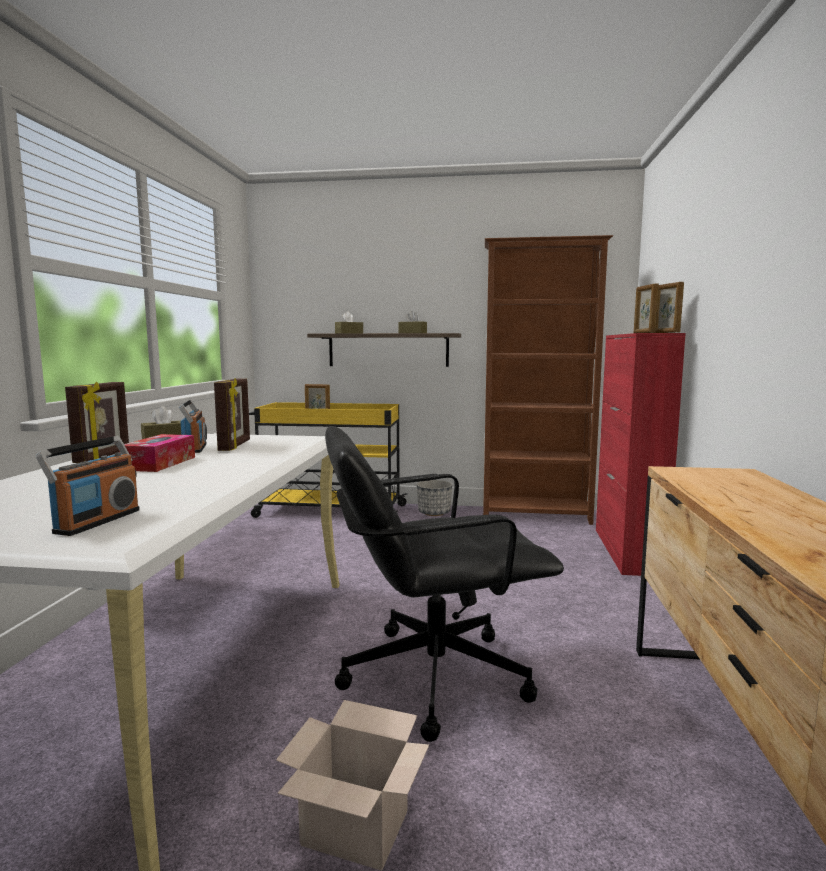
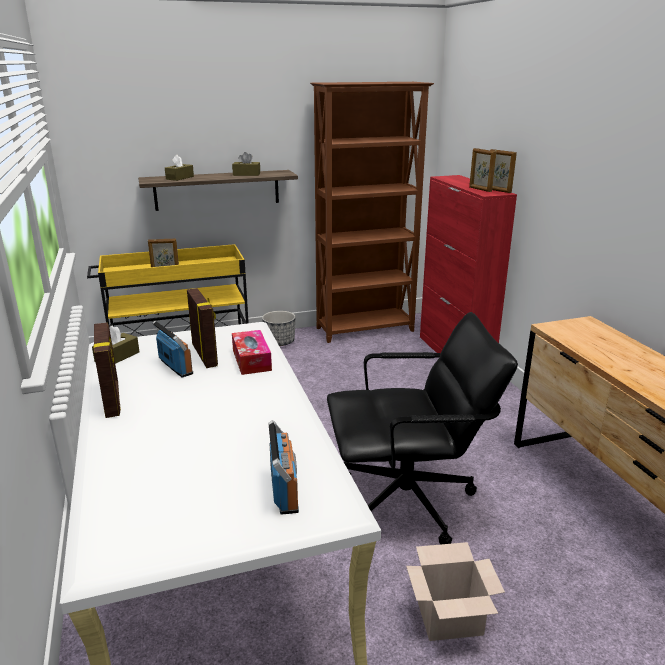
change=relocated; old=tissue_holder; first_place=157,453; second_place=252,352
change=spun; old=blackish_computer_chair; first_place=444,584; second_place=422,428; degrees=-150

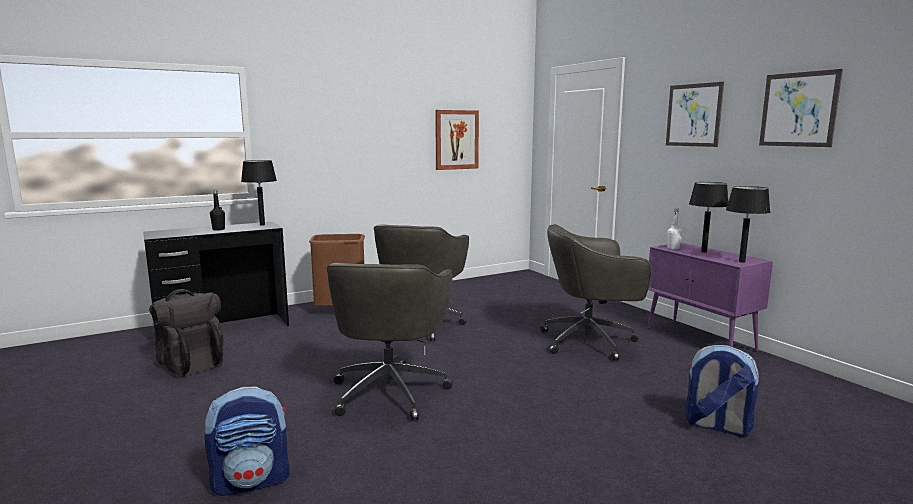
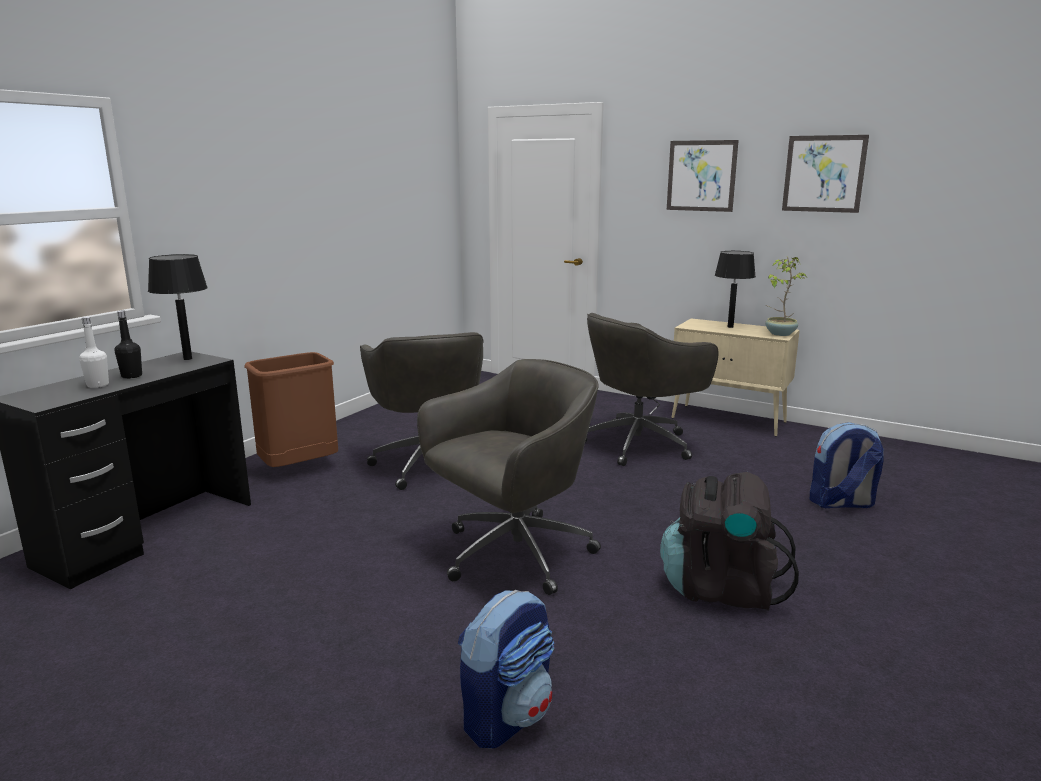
change=relocated; old=blackish_rucksack; first_place=186,333; second_place=729,541
change=spun; old=greyish_computer_chair; first_place=390,342; second_place=509,477; degrees=-105
change=missing; old=picture; first_place=457,140
change=colour; old=purplish_storage_cabinet; new=beige-coloured_storage_cabinet; first_place=710,297; second_place=736,377
change=relocated; old=white-coloured_drink_bottle; first_place=674,228; second_place=94,352
change=exchanged; old=blackish_lamp_for_a_table; new=plant_in_a_pot; first_place=748,224; second_place=786,296

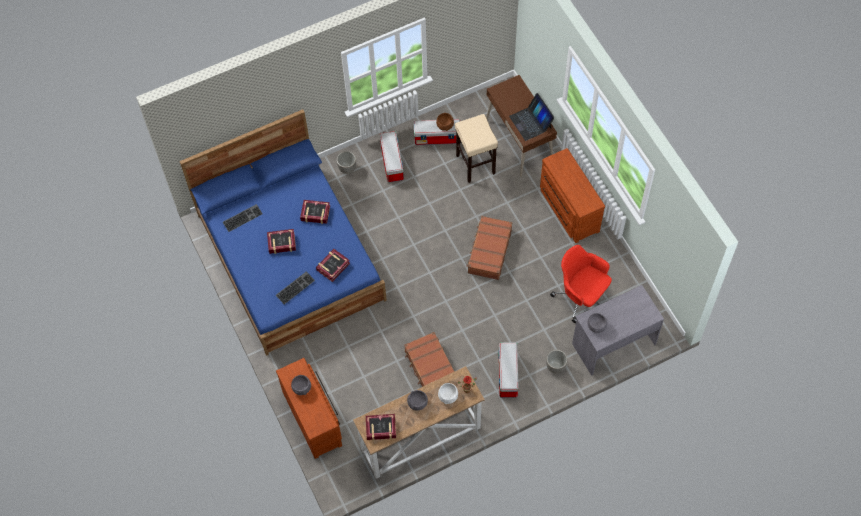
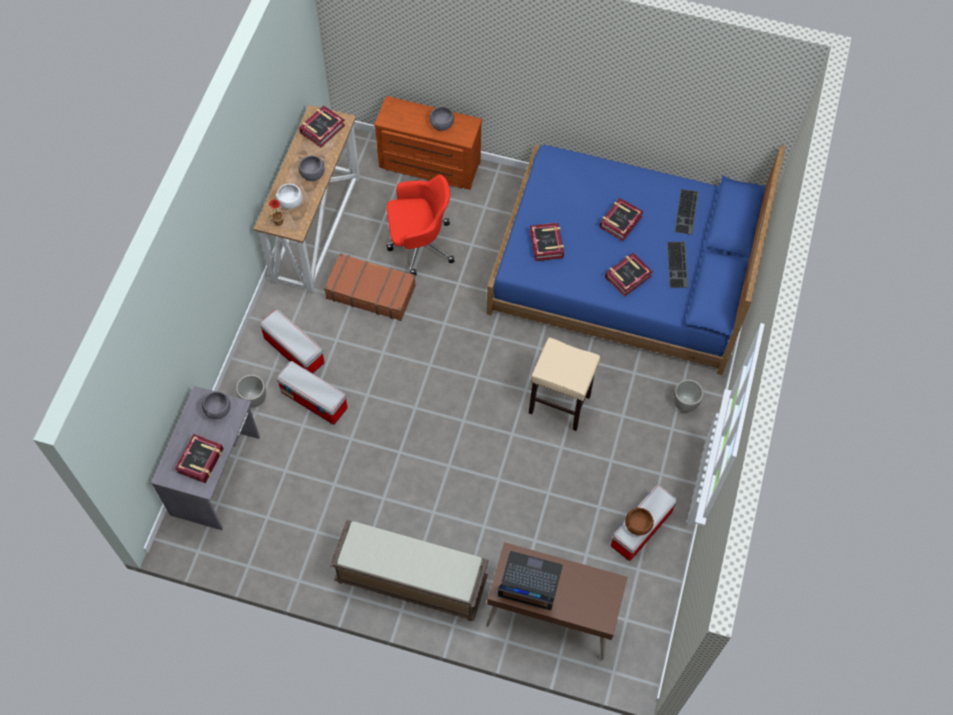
change=relocated; old=PC_keyboard; first_place=295,287; second_place=677,265
change=relocated; old=storage_container; first_place=392,157; second_place=312,393
change=relocated; old=beige-coloured_stool_seat; first_place=476,148; second_place=564,384
change=missing; old=brownish_travel_case; first_place=489,248
change=exchanged; old=brownish_drawer_chest; new=brownish_long_seat; first_place=572,195; second_place=409,570
change=relocated; old=red_computer_chair; first_place=581,284; second_place=420,225
change=appeared; new=volume; second_place=199,458

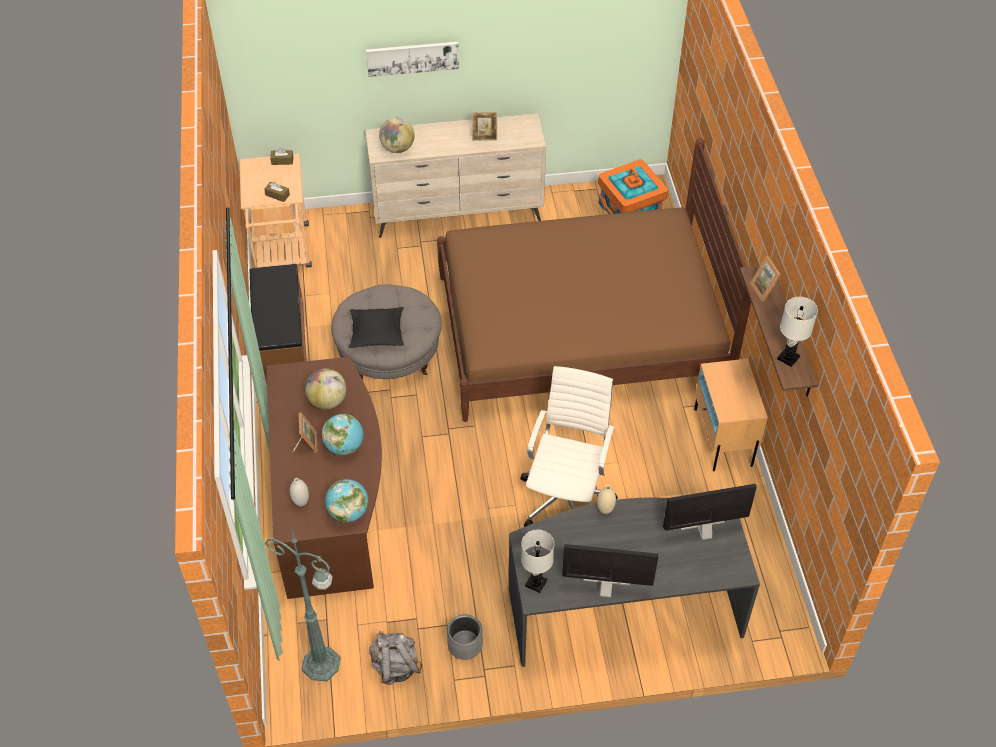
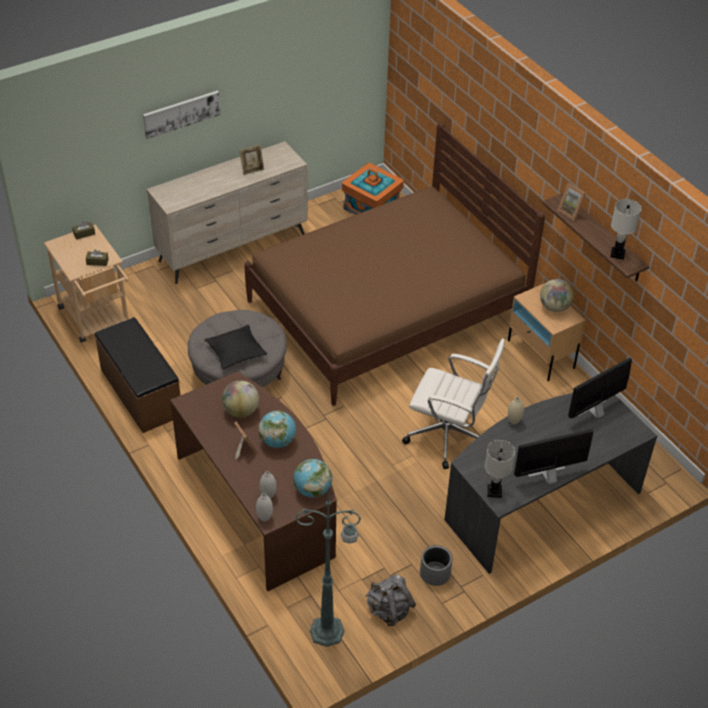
change=relocated; old=globe; first_place=397,135; second_place=557,295
change=spun; old=white-coloured_computer_chair; first_place=569,446; second_place=453,403; degrees=120
change=appeared; new=white-coloured_decorative_vase; second_place=264,508

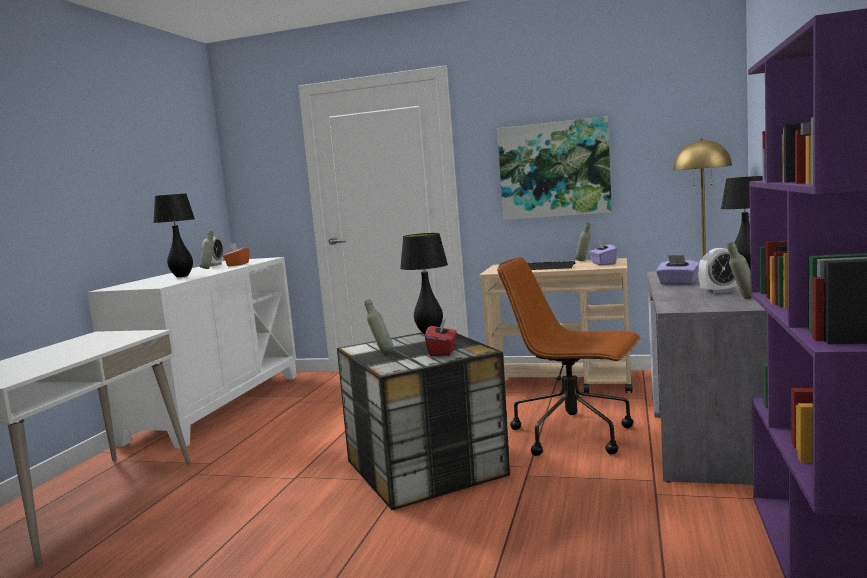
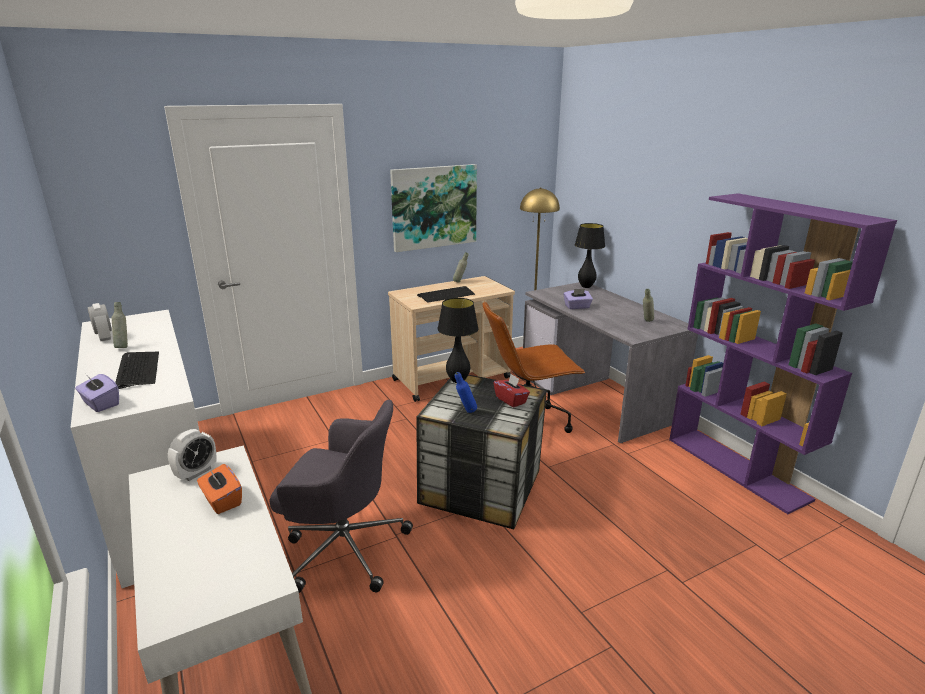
change=exchanged; old=blackish_lamp_for_a_table; new=PC_keyboard; first_place=174,235; second_place=137,370
change=relocated; old=orangey_tissue_holder; first_place=236,254; second_place=219,489
change=colour; old=greyish_drink_bottle; new=bluish_drink_bottle; first_place=379,326; second_place=466,392
change=relocated; old=purplish_tissue_holder; first_place=603,253; second_place=97,393
change=relocated; old=bedside_clock; first_place=718,271; second_place=192,455
change=appeared; new=greyish_computer_chair; second_place=341,496

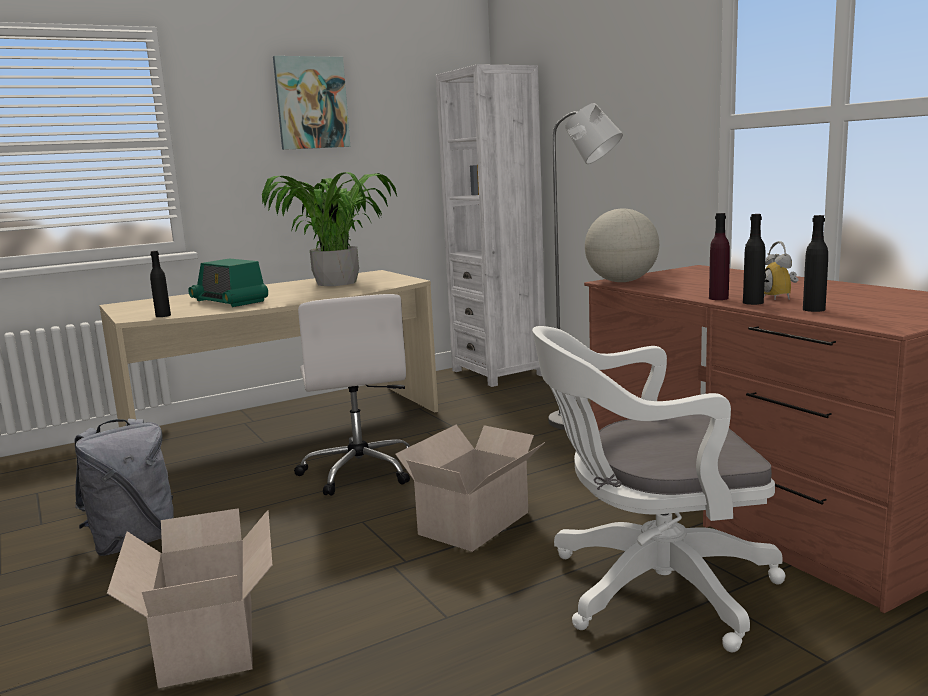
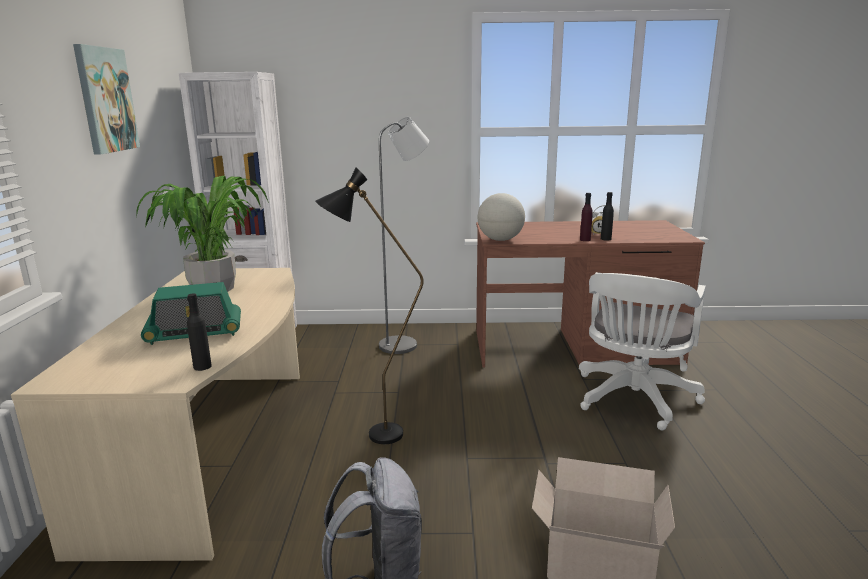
change=exchanged; old=white-coloured_computer_chair; new=blackish_standing_lamp; first_place=352,395; second_place=369,306
change=missing; old=cardboard_box; first_place=470,488
change=missing; old=blackish_drink_bottle; first_place=815,263

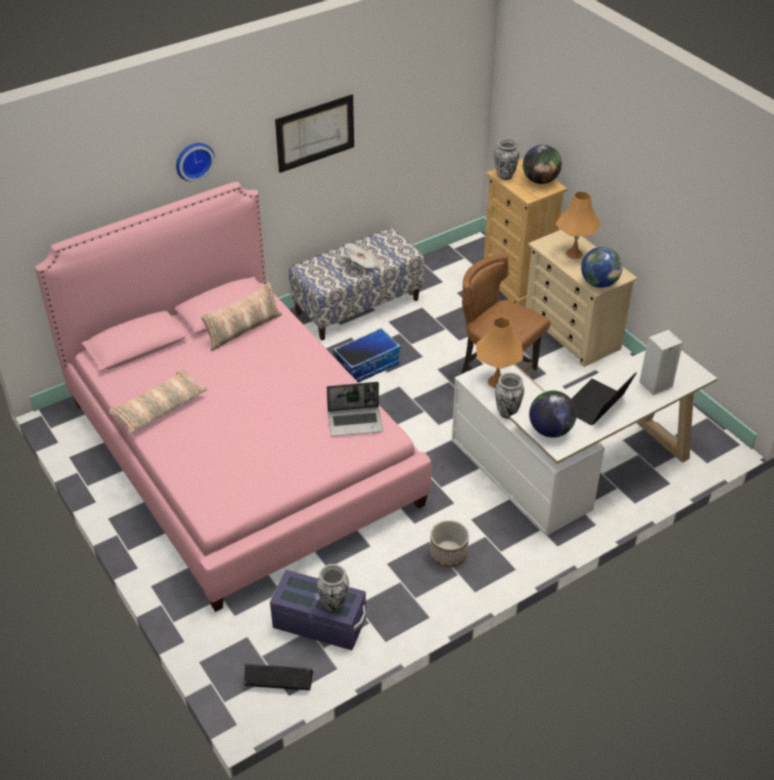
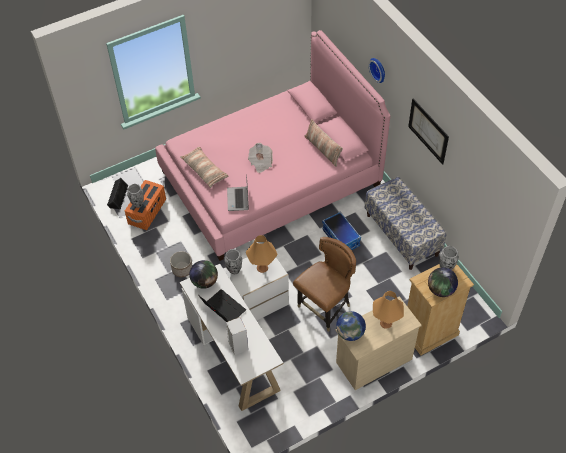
change=relocated; old=cushion; first_place=158,402; second_place=204,167
change=colour; old=purplish_storage_container; new=orangey_storage_container; first_place=318,610; second_place=145,205
change=relocated; old=newspaper; first_place=363,256; second_place=260,158

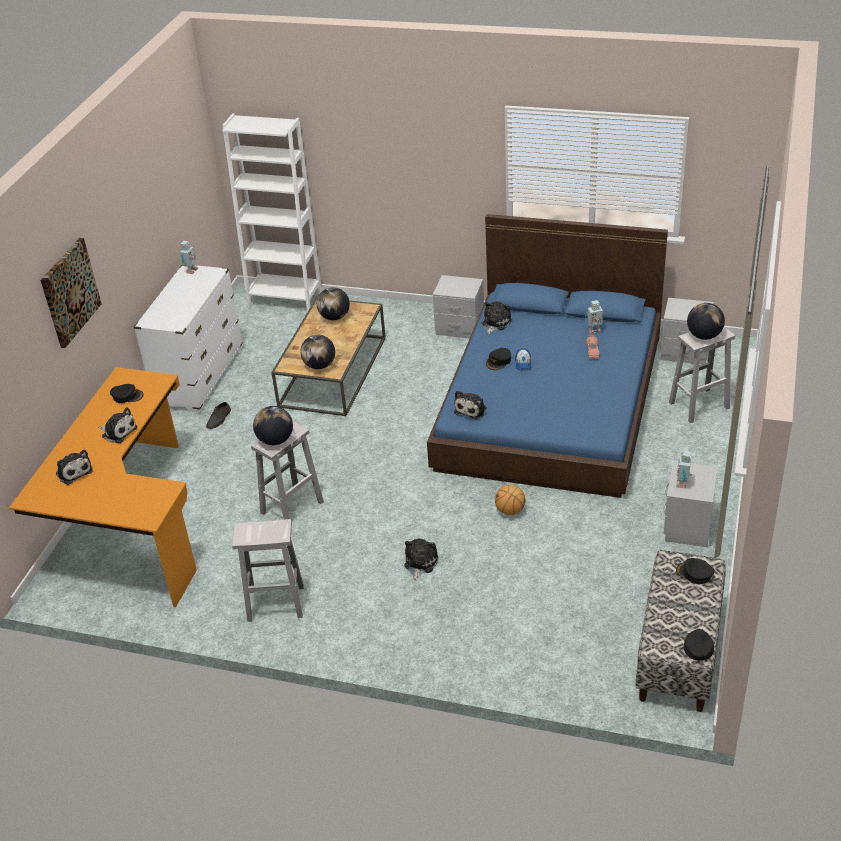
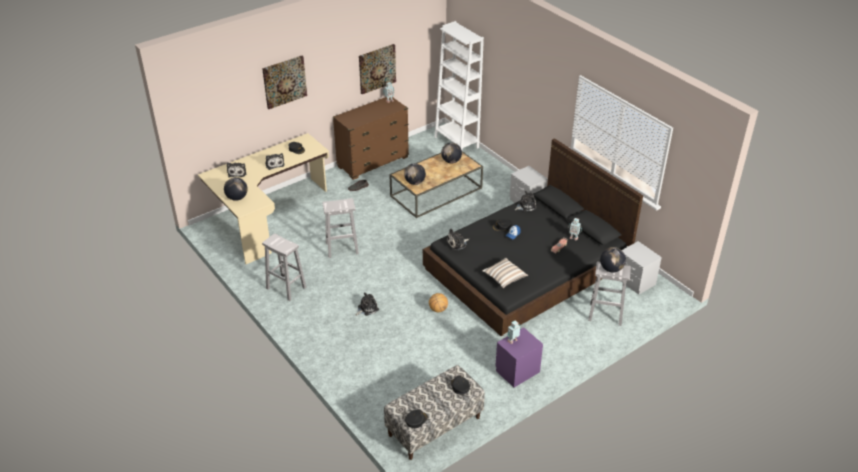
change=colour; old=orangey_desk_unit; new=beige-coloured_desk_unit; first_place=103,487; second_place=263,198
change=colour; old=white-coloured_drawer_chest; new=brownish_drawer_chest; first_place=188,339; second_place=371,138
change=relocated; old=globe; first_place=273,425; second_place=236,189
change=colour; old=bluish_sleeping_bed; new=blackish_sleeping_bed; first_place=547,356; second_place=533,237
change=colour; old=greyish_bedside_table; new=purplish_bedside_table; first_place=691,504; second_place=519,357
change=appeared; new=picture; second_place=377,69
change=appeared; new=cushion; second_place=505,273

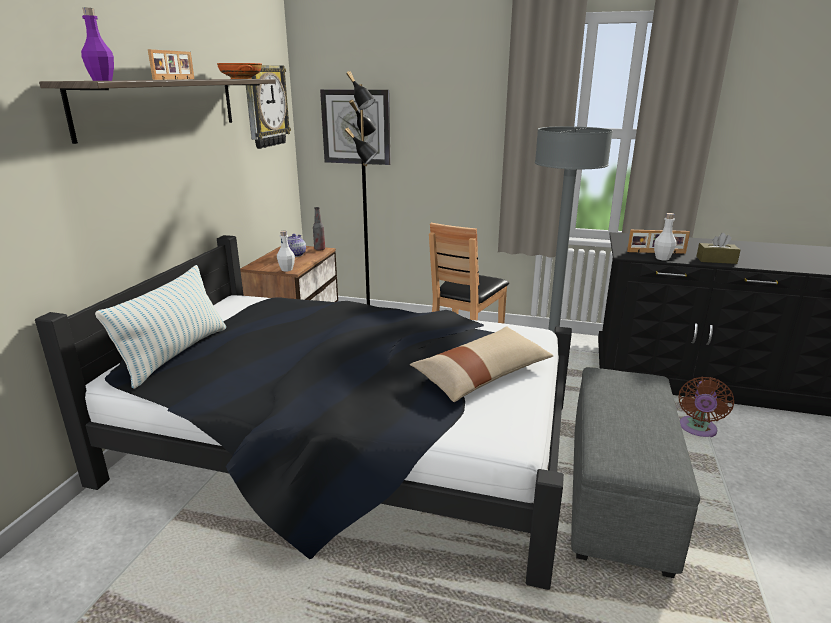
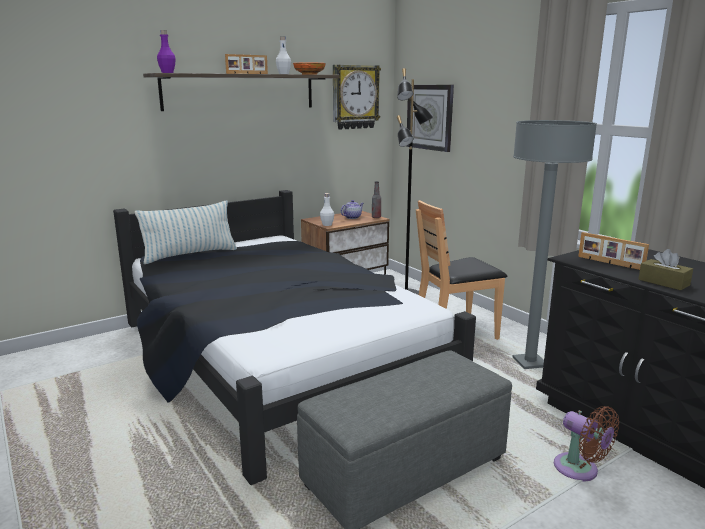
change=missing; old=beige-coloured_cushion; first_place=481,364
change=relocated; old=white-coloured_drink_bottle; first_place=665,237; second_place=283,55
change=spun; old=brownish_cooling_fan; first_place=706,406; second_place=586,444; degrees=-105

